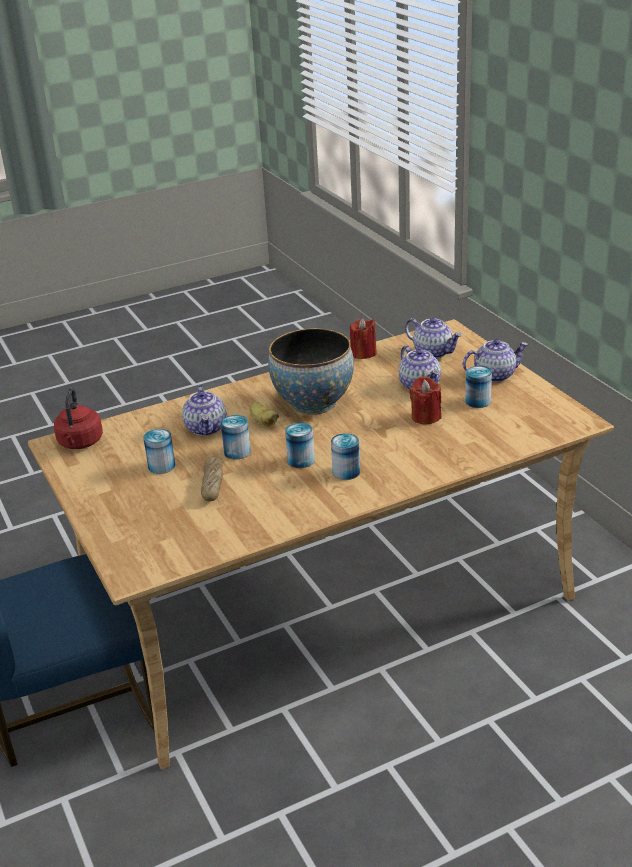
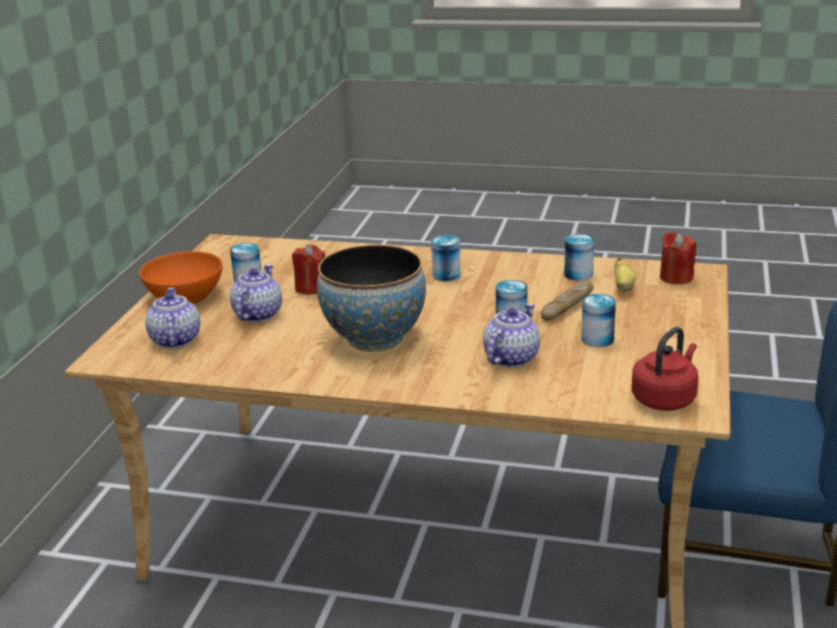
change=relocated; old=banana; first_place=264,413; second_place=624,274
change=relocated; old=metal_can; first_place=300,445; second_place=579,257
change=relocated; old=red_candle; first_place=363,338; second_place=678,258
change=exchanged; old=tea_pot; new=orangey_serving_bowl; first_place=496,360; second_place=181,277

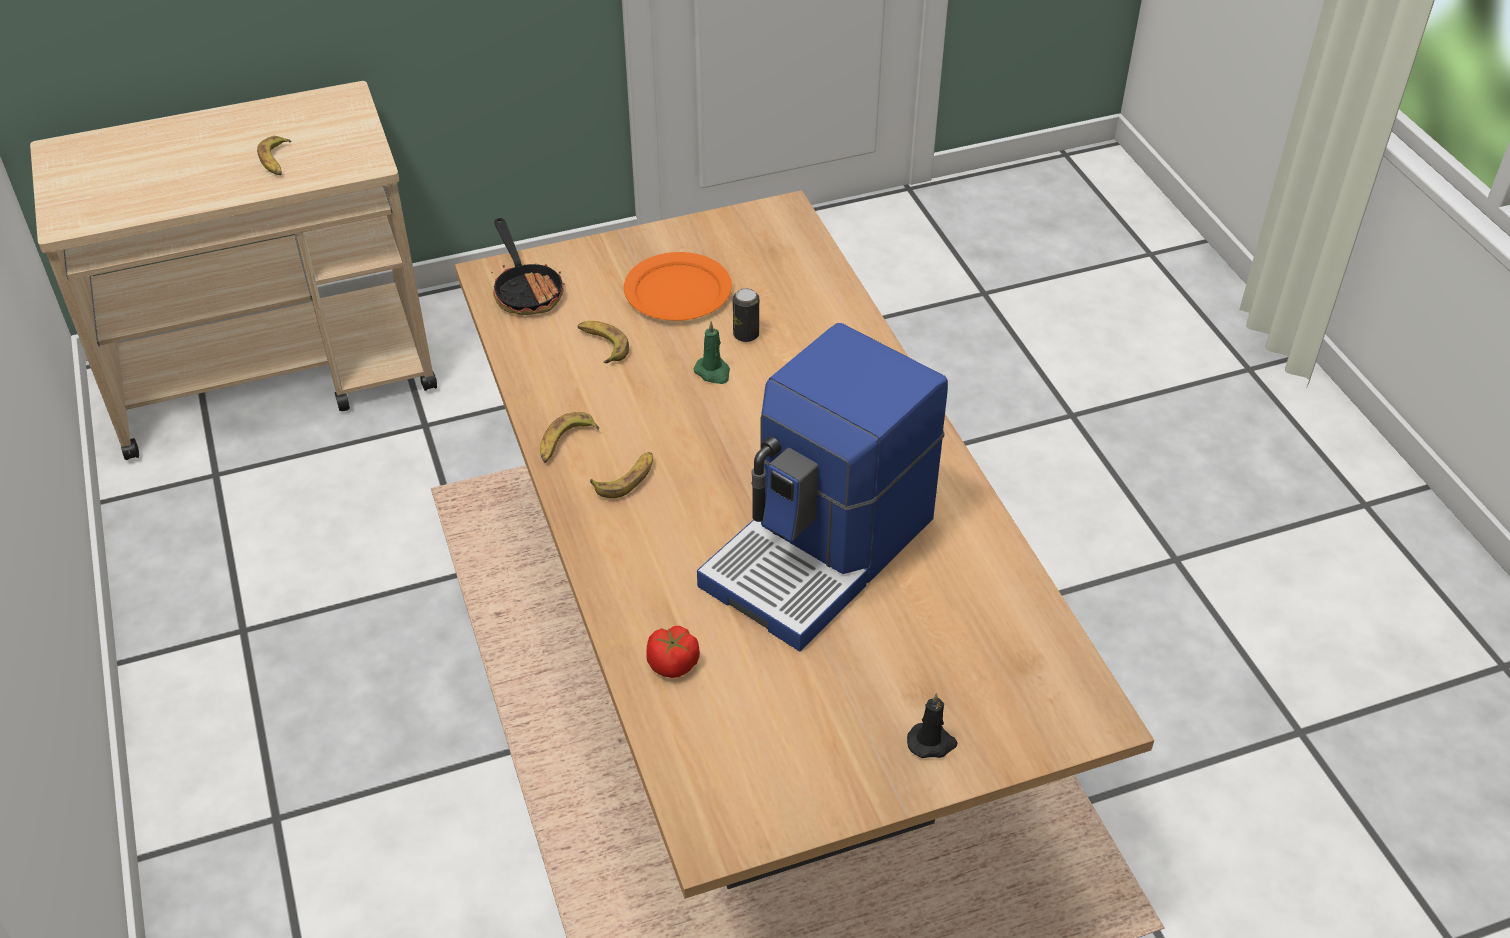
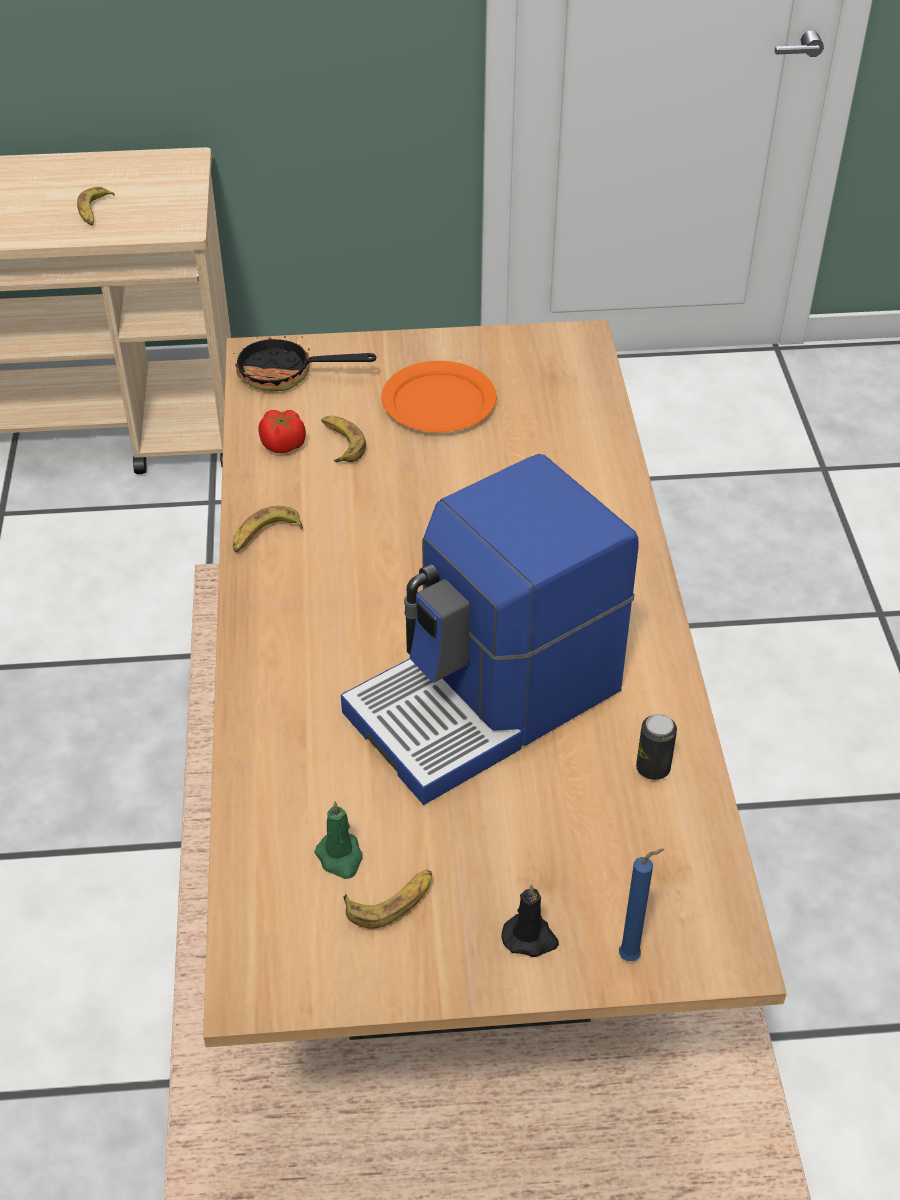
change=spun; old=skillet; first_place=528,266; second_place=305,363; degrees=105
change=relocated; old=banana; first_place=621,475; second_place=387,899
change=relocated; old=fresh_tomato; first_place=673,652; second_place=282,431
change=relocated; old=green-coloured_candle; first_place=712,352; second_place=338,840
change=relocated; old=metal_can; first_place=746,315; second_place=656,747
change=appeared; new=bluish_candle; second_place=641,905

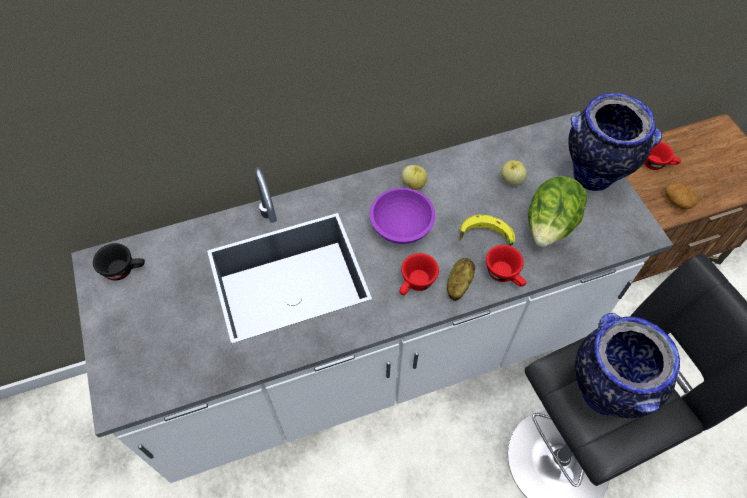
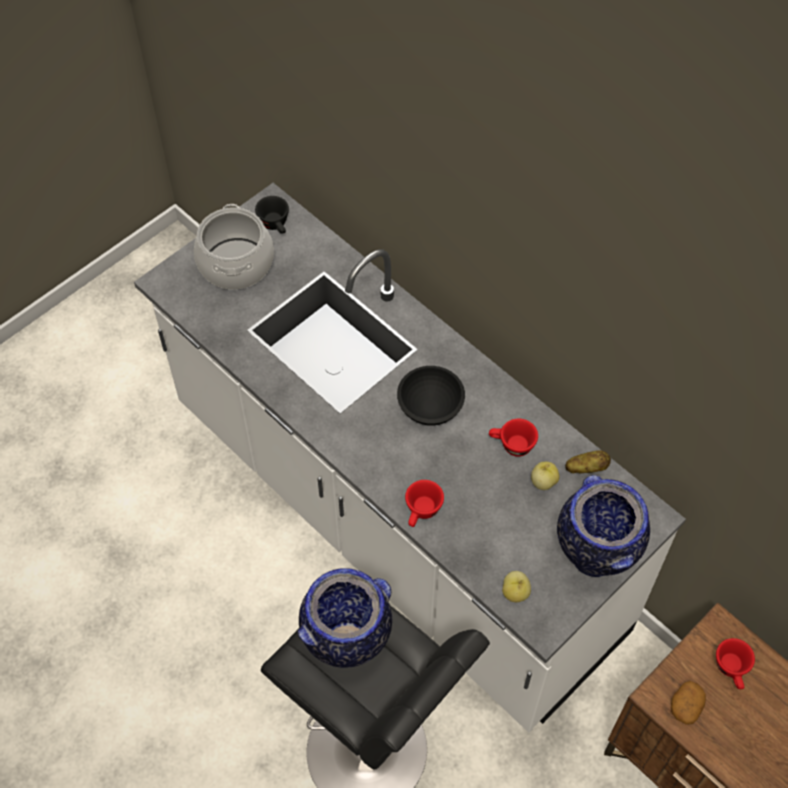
change=colour; old=purplish_serving_bowl; new=blackish_serving_bowl; first_place=402,216; second_place=431,395
change=relocated; old=red_cup; first_place=419,274; second_place=513,438
change=relocated; old=apple; first_place=414,177; second_place=516,586
change=relocated; old=potato; first_place=461,279; second_place=588,461
change=missing; old=banana; first_place=487,230
change=missing; old=head_of_lettuce; first_place=557,211
change=appeared; new=stockpot; second_place=234,247

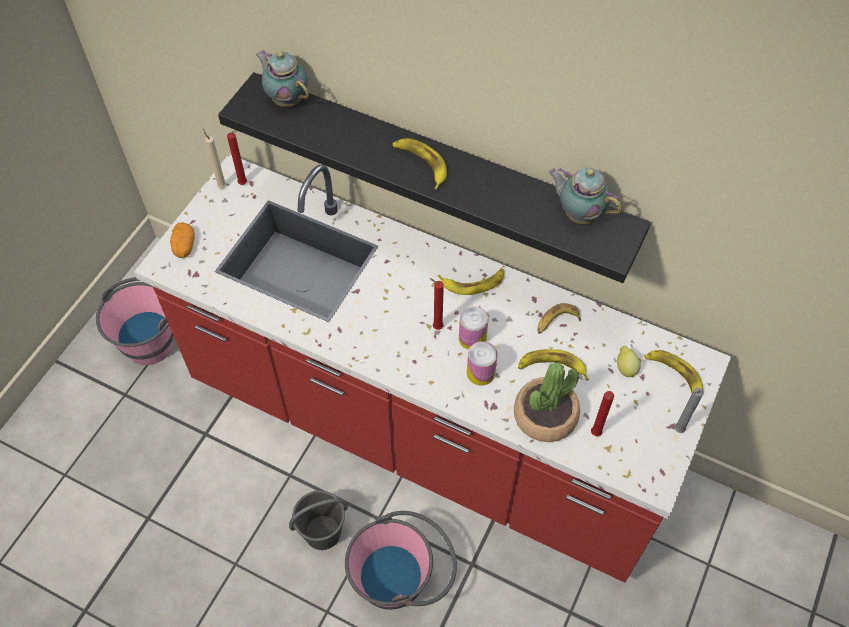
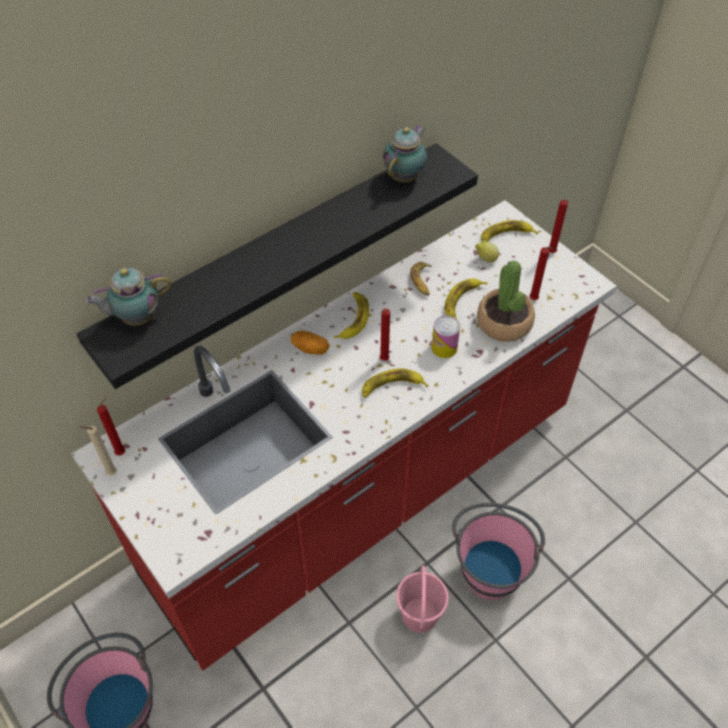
change=relocated; old=potato; first_place=182,240; second_place=310,342
change=colour; old=greyish_water_bucket; new=pink-coloured_water_bucket; first_place=318,520; second_place=422,599
change=relocated; old=banana; first_place=419,164; second_place=395,383
change=missing; old=metal_can; first_place=474,328
change=spun; old=tea_pot; first_place=585,195; second_place=405,153; degrees=150
change=colour; old=greyish_candle; new=red_candle; first_place=689,410; second_place=558,226

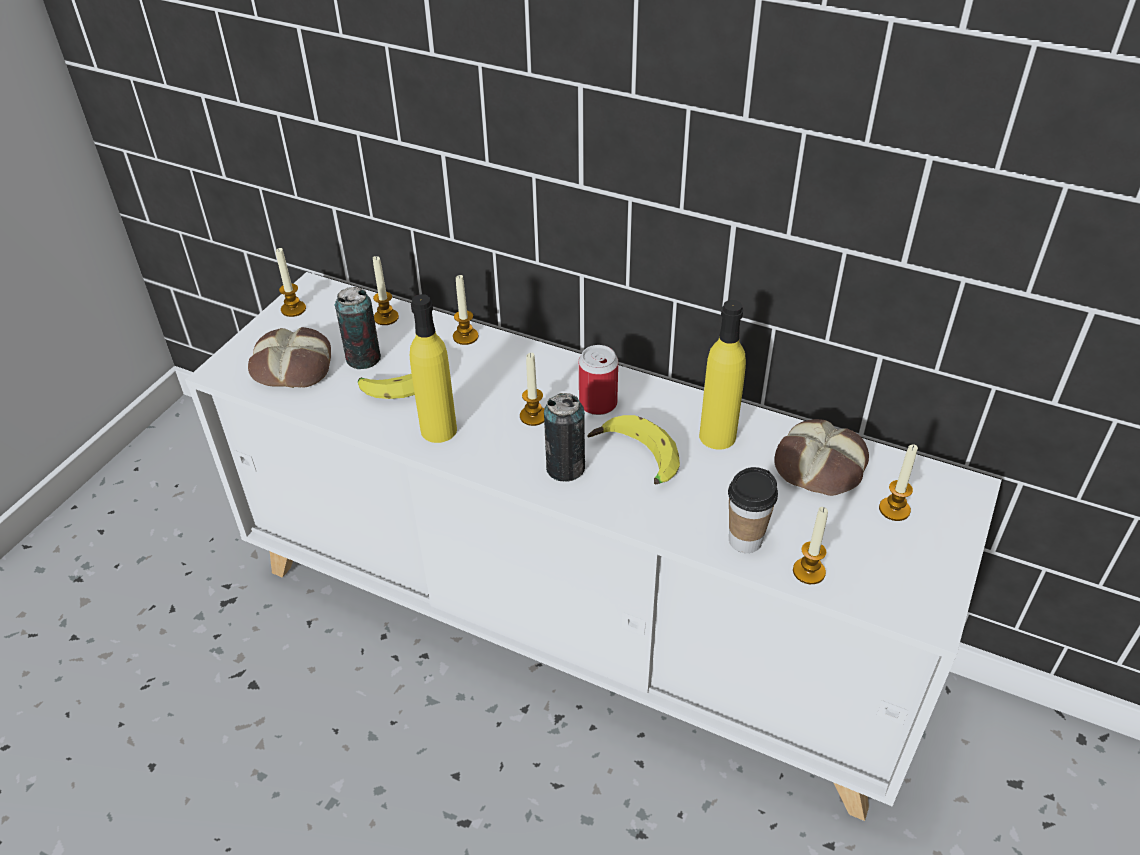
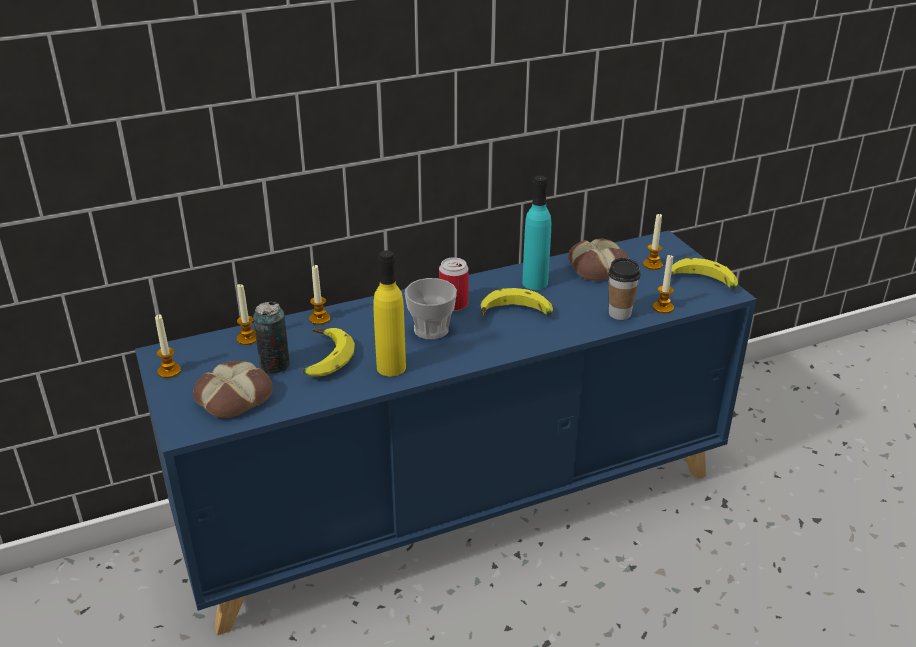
change=colour; old=white-coloured_storage_cabinet; new=bluish_storage_cabinet; first_place=593,546; second_place=446,433
change=exchanged; old=candle; new=cup; first_place=532,389; second_place=431,308
change=missing; old=metal_can; first_place=564,437
change=colour; old=yellow_drink_bottle; new=blue-green_drink_bottle; first_place=722,375; second_place=536,233
change=appeared; new=banana; second_place=704,273

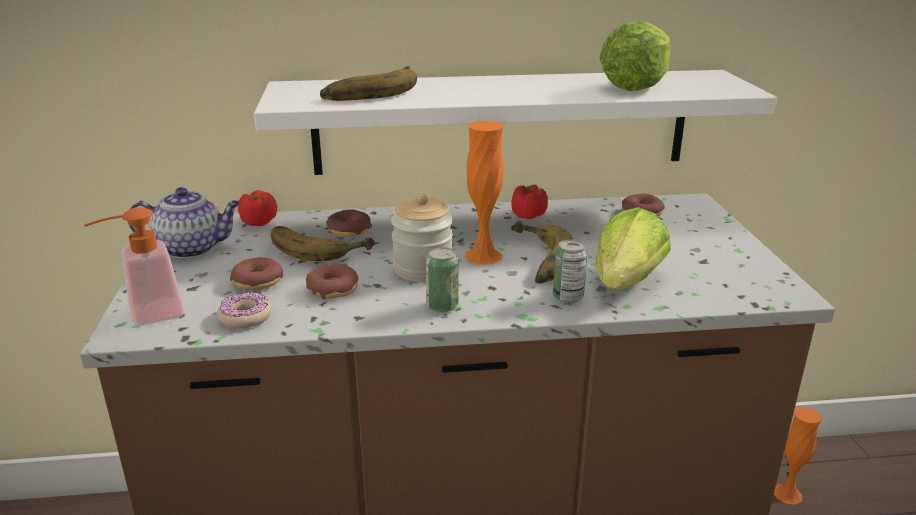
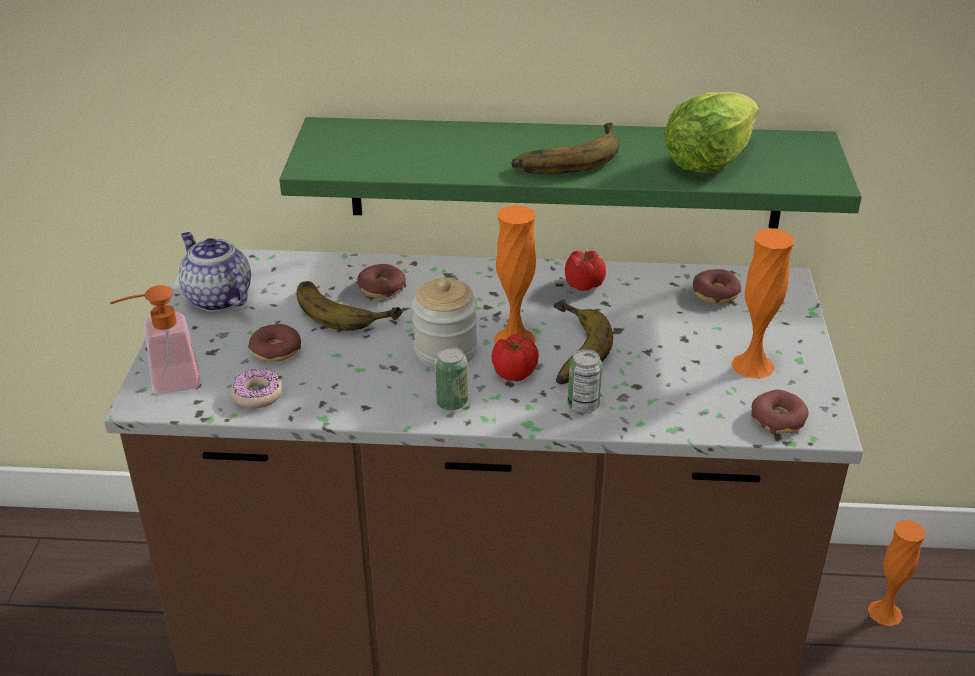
change=spun; old=tea_pot; first_place=185,222; second_place=215,272; degrees=-135
change=relocated; old=fresh_tomato; first_place=257,208; second_place=515,357
change=colour; old=white-coloured_shelf; new=green-coloured_shelf; first_place=515,122; second_place=570,173
change=relocated; old=doughnut; first_place=332,281; second_place=780,412
change=relocated; old=banana; first_place=368,83; second_place=565,148
change=missing; old=head_of_lettuce; first_place=633,248
change=appeared; new=orangey_decorative_vase; second_place=762,304

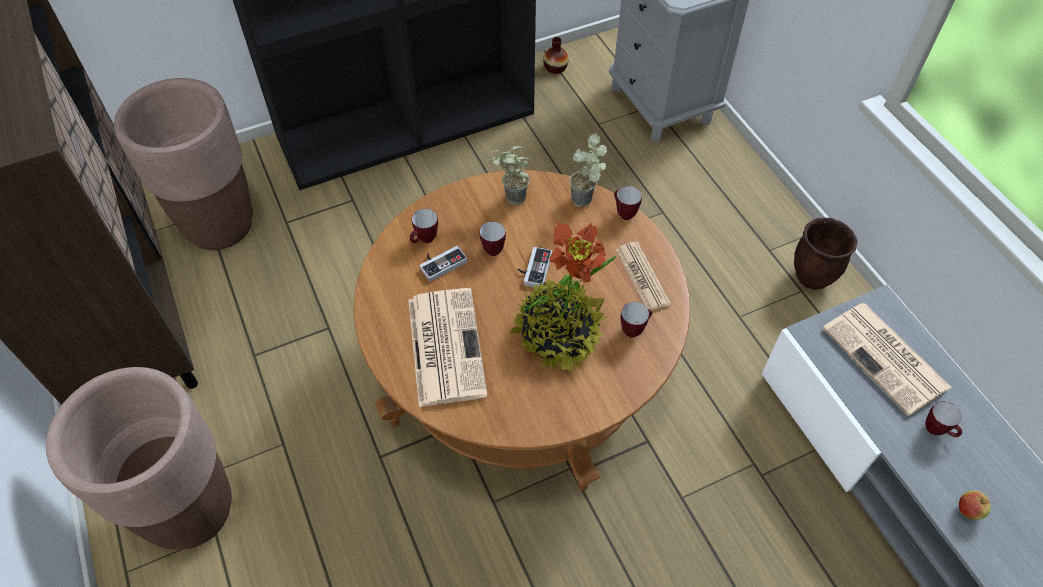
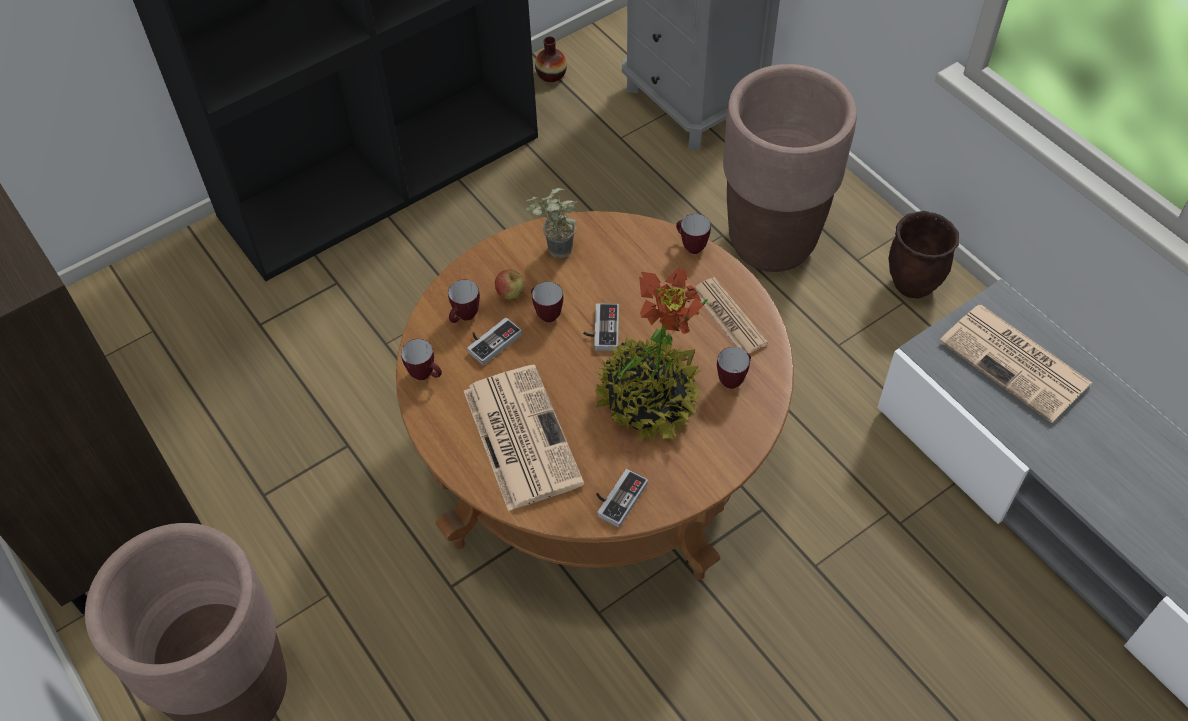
change=relocated; old=brownish_plant_pot; first_place=183,164; second_place=790,168
change=missing; old=plant_in_a_pot; first_place=588,170
change=relocated; old=tea_mug; first_place=943,419; second_place=421,359
change=relocated; old=apple; first_place=976,505; second_place=509,284
change=appeared; new=gamepad; second_place=622,498

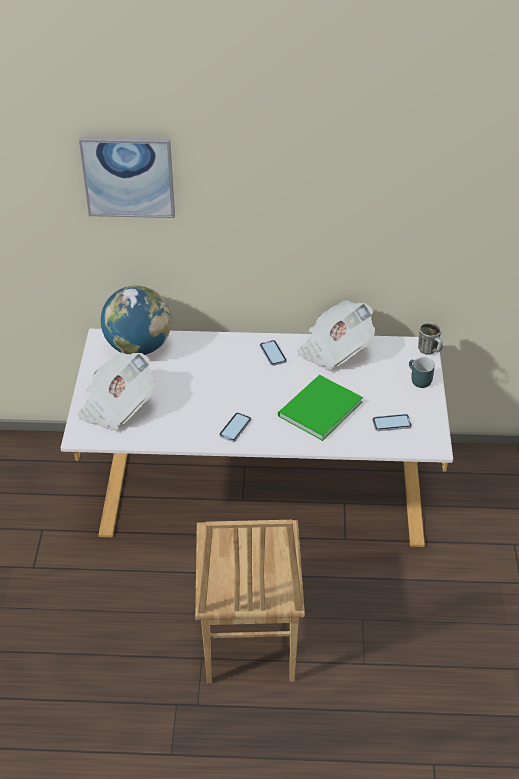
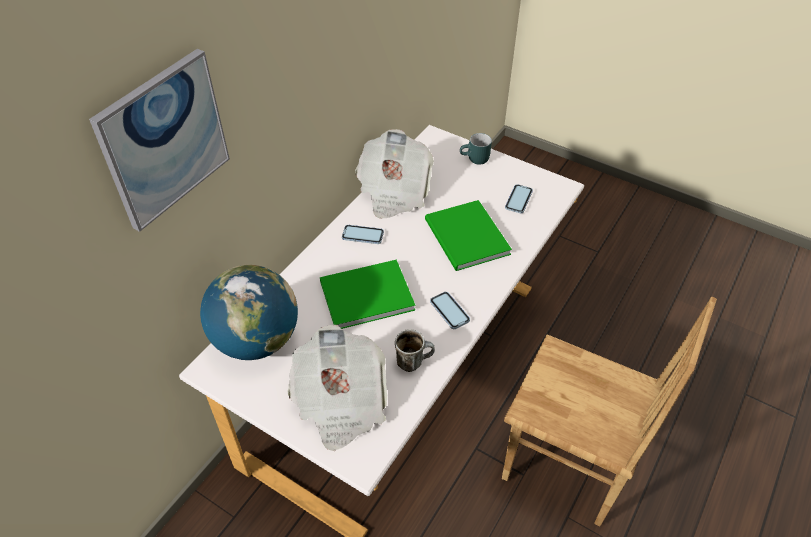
change=relocated; old=tea_mug; first_place=430,338; second_place=415,350
change=appeared; new=green-coloured_volume; second_place=367,294

